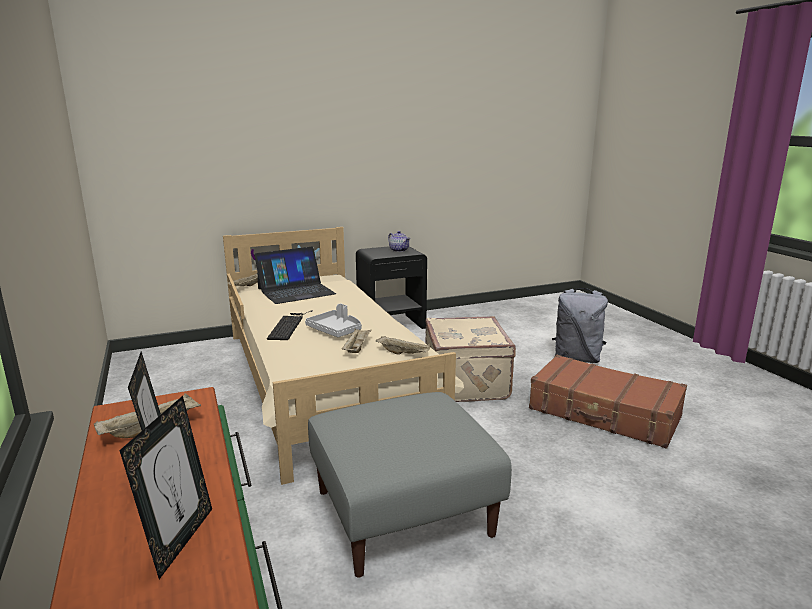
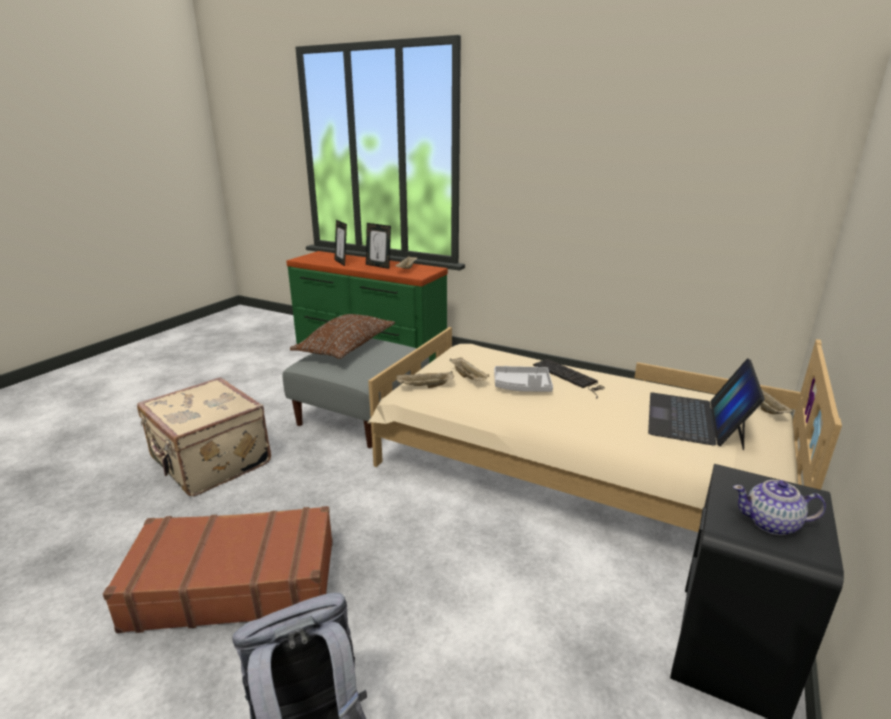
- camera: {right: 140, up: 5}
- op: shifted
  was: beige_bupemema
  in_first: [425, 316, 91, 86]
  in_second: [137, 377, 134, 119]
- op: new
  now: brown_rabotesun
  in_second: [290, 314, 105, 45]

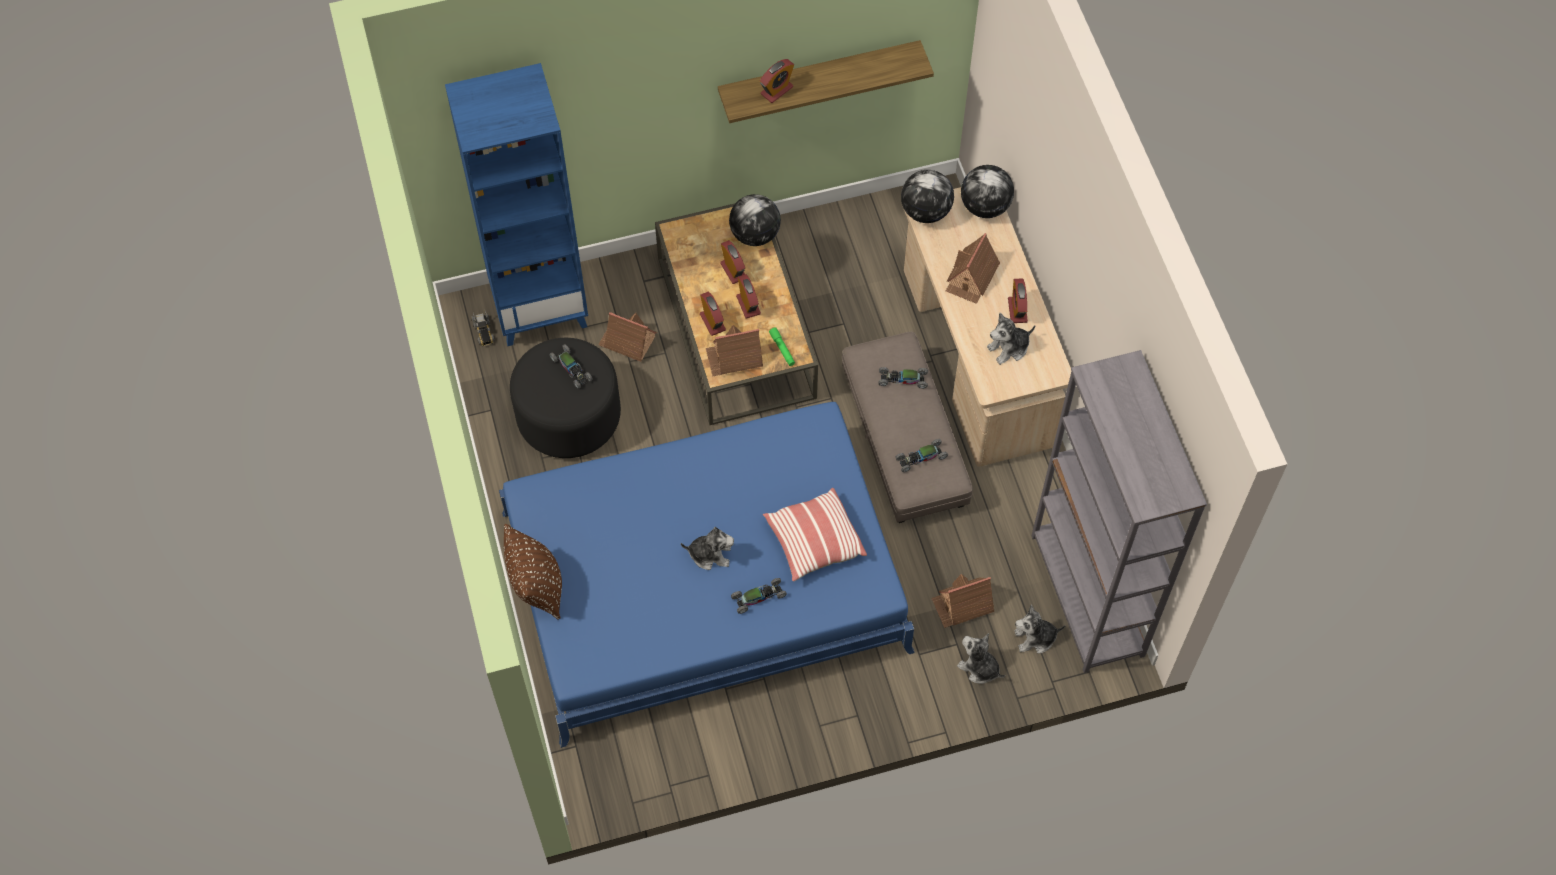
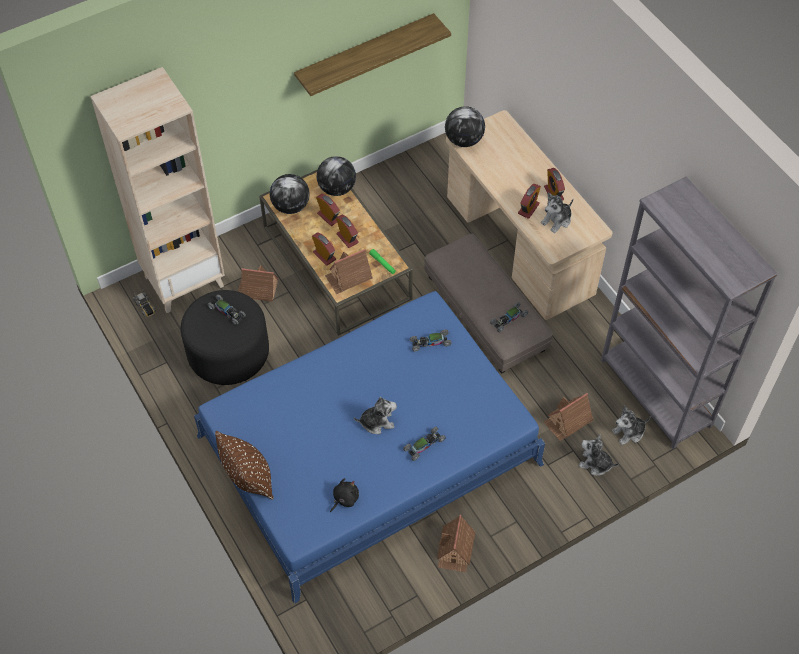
- camera: {right: -15, up: -5}
- op: repainted
  was: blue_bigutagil
  now: beige_bigutagil
  in_first: [445, 63, 143, 283]
  in_second: [90, 67, 135, 246]
- op: shifted
  was: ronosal
  in_first: [961, 165, 53, 53]
  in_second: [270, 174, 40, 40]
- op: new
  now: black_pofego
  in_second: [330, 478, 29, 34]
- op: shifted
  was: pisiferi
  in_first: [878, 367, 50, 22]
  in_second: [410, 330, 42, 21]
- op: shifted
  was: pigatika
  in_first: [946, 233, 54, 71]
  in_second: [437, 515, 38, 57]
- op: shifted
  was: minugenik
  in_first: [760, 59, 34, 44]
  in_second: [518, 184, 23, 35]
- op: gone
  was: rabotesun
  in_first: [763, 488, 104, 94]

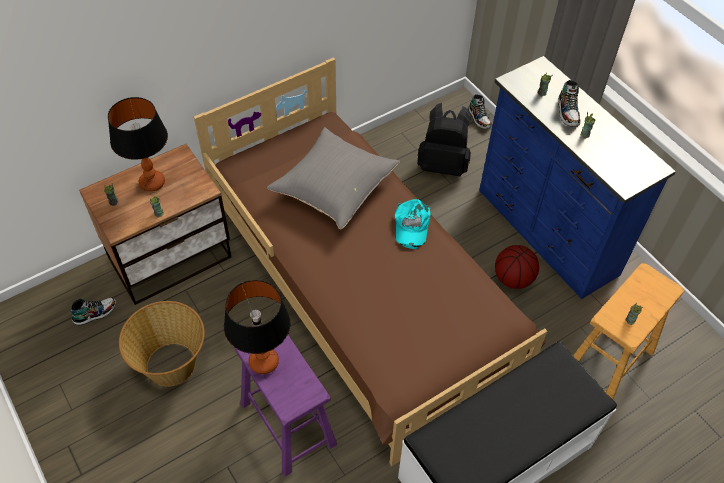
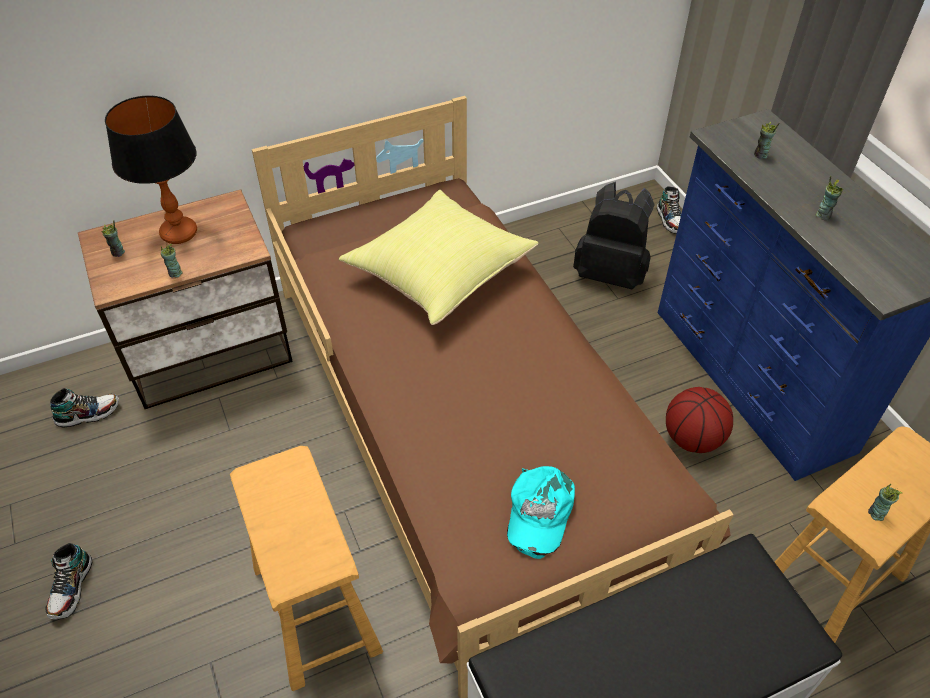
- camera: {right: 10, up: -5}
- op: shifted
  was: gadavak
  in_first: [558, 80, 22, 47]
  in_second: [45, 543, 47, 76]
- op: repainted
  was: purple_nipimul
  now: brown_nipimul
  in_first: [234, 335, 103, 142]
  in_second: [230, 446, 153, 245]
- op: repainted
  was: grey_rabotesun
  now: yellow_rabotesun
  in_first: [267, 127, 133, 102]
  in_second: [339, 190, 199, 135]
- op: shifted
  was: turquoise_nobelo
  in_first: [395, 199, 35, 50]
  in_second: [507, 466, 68, 93]
- op: gone
  was: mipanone
  in_first: [119, 301, 86, 85]
- op: gone
  was: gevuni
  in_first: [224, 280, 66, 94]

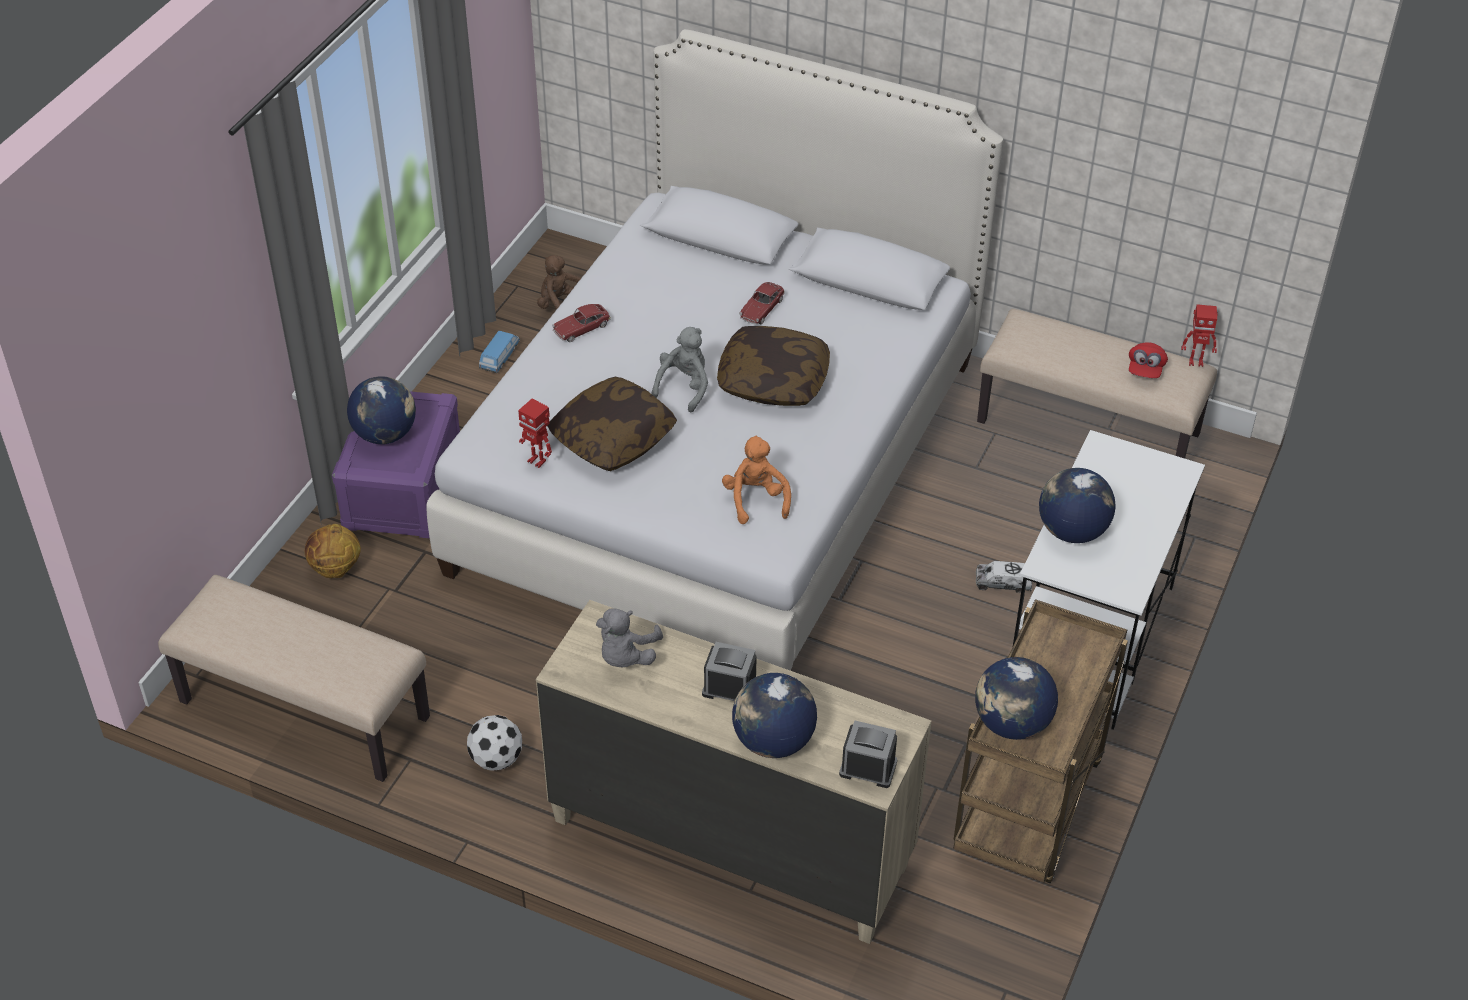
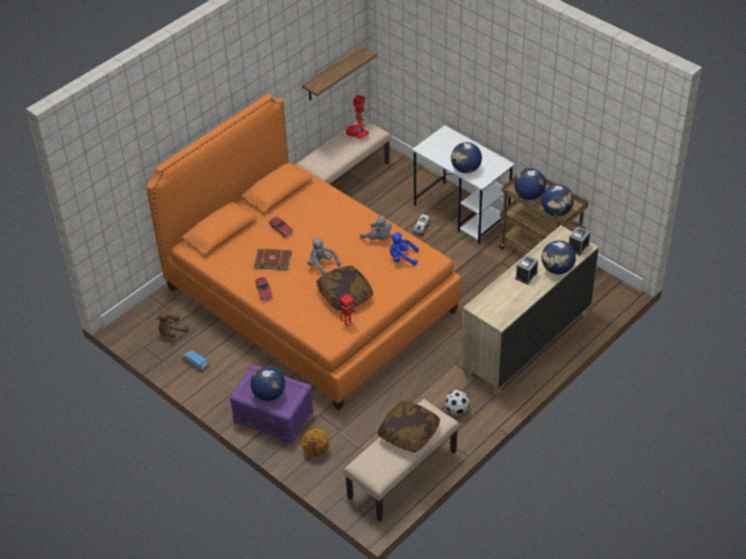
- camera: {right: -70, up: 0}
- op: repainted
  was: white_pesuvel
  now: orange_pesuvel
  in_first: [426, 29, 577, 642]
  in_second: [146, 94, 315, 317]
- op: new
  now: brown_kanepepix
  in_second: [254, 249, 38, 21]
- op: new
  now: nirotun
  in_second: [302, 46, 75, 54]
- op: shifted
  was: grey_pofego
  in_first: [596, 608, 67, 60]
  in_second: [360, 215, 32, 25]
- op: shifted
  was: rabotesun
  in_first: [717, 326, 113, 80]
  in_second: [377, 401, 63, 51]
- op: repainted
  was: orange_pofego
  now: blue_pofego
  in_first: [722, 435, 69, 89]
  in_second: [390, 232, 29, 34]
- op: new
  now: ronosal
  in_second: [514, 168, 32, 32]

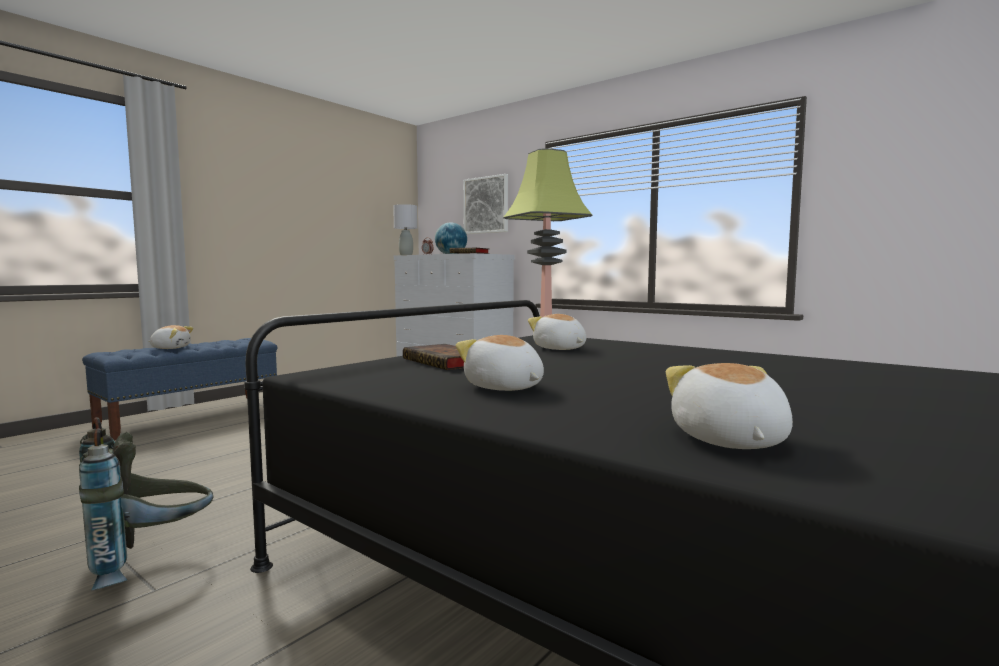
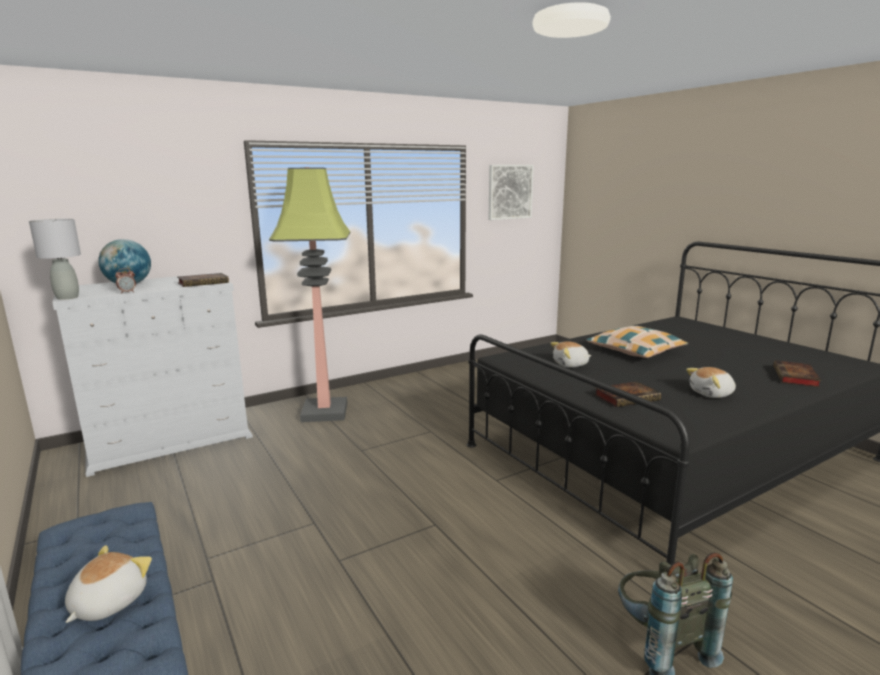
- camera: {right: -70, up: 10}
- op: shifted
  was: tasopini
  in_first: [463, 174, 45, 60]
  in_second: [488, 165, 46, 55]
- op: new
  now: rabotesun
  in_second: [586, 326, 102, 32]
- op: swapped
  was: pofego
  now: kanepepix
  in_first: [666, 363, 127, 86]
  in_second: [773, 360, 49, 27]

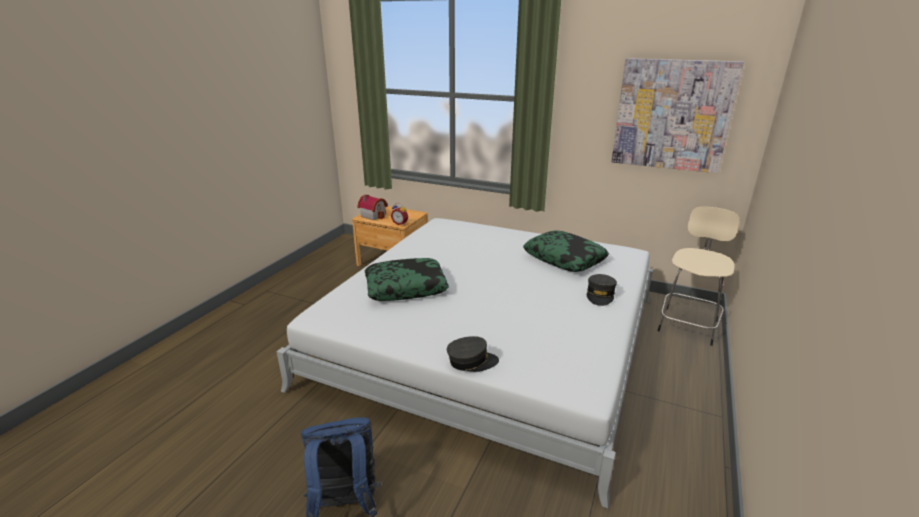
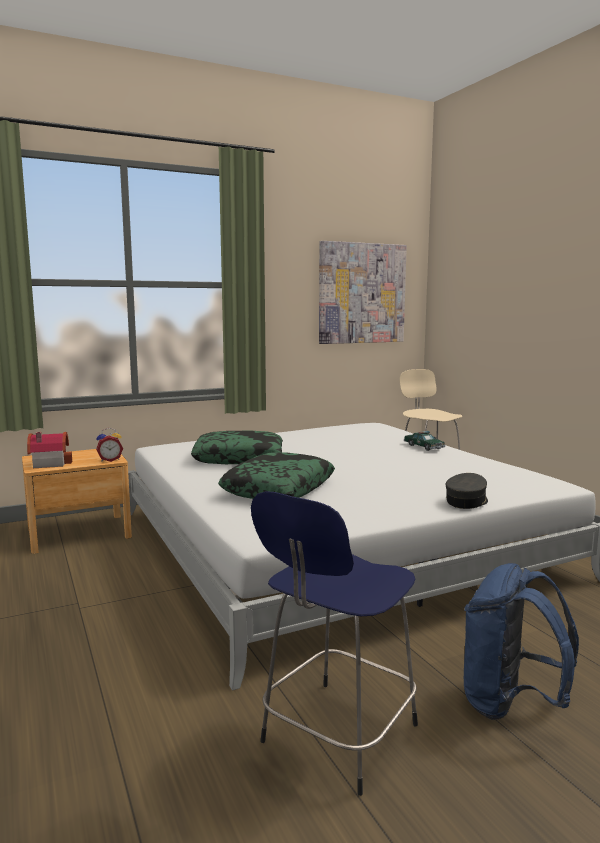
- camera: {right: -50, up: -15}
- op: shifted
  was: rabotesun
  in_first: [523, 231, 86, 41]
  in_second: [191, 431, 92, 33]
- op: new
  now: blue_nipimul
  in_second: [251, 491, 167, 305]
- op: swapped
  was: grey_nobelo
  now: pisiferi
  in_first: [587, 274, 30, 32]
  in_second: [404, 431, 42, 20]

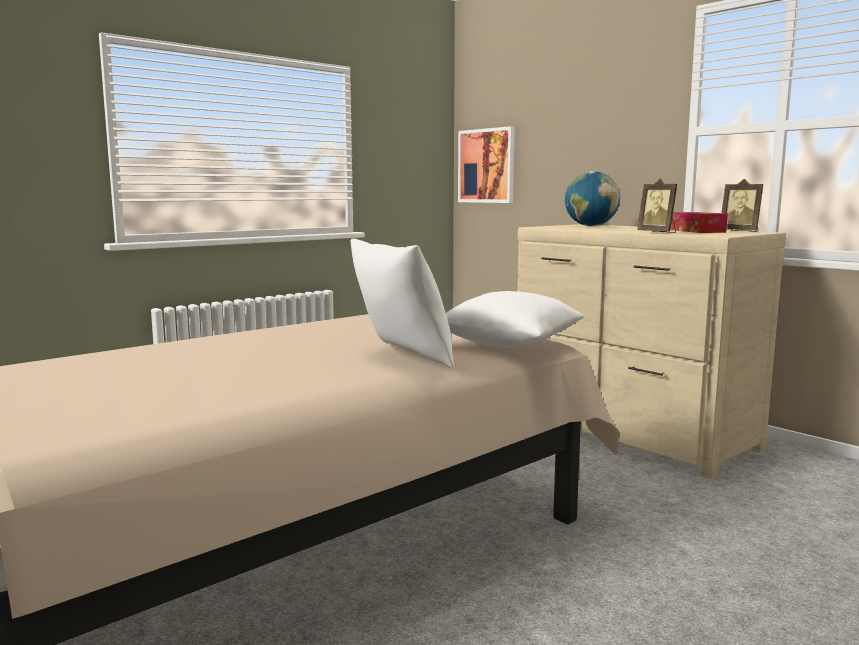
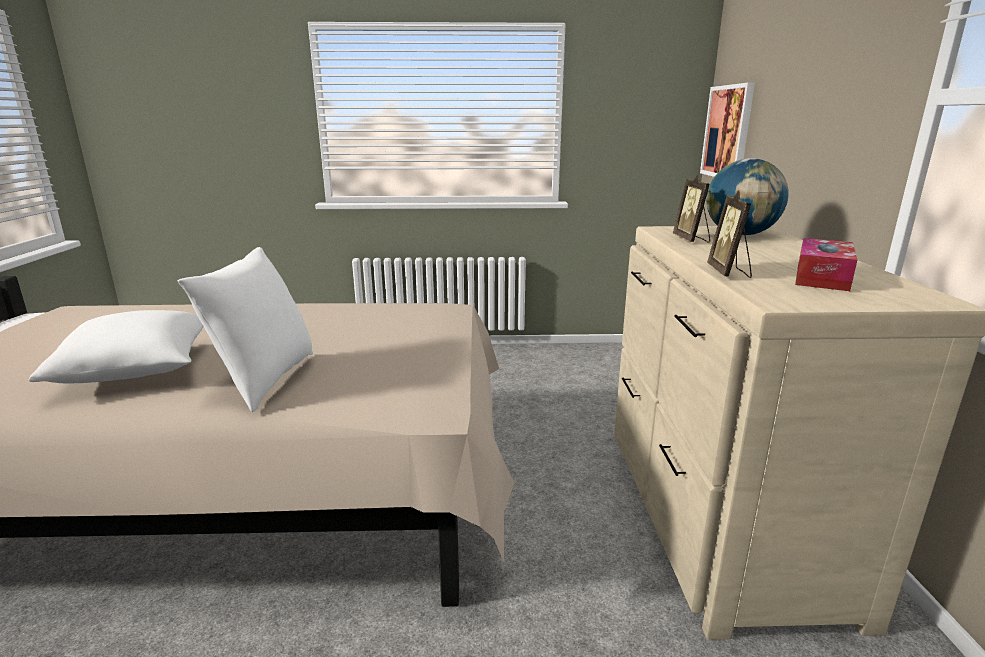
- camera: {right: 40, up: 10}
- op: shifted
  was: white_rabotesun
  in_first: [446, 291, 139, 56]
  in_second: [29, 310, 175, 73]
- op: shifted
  was: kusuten
  in_first: [721, 179, 42, 53]
  in_second: [673, 174, 37, 68]

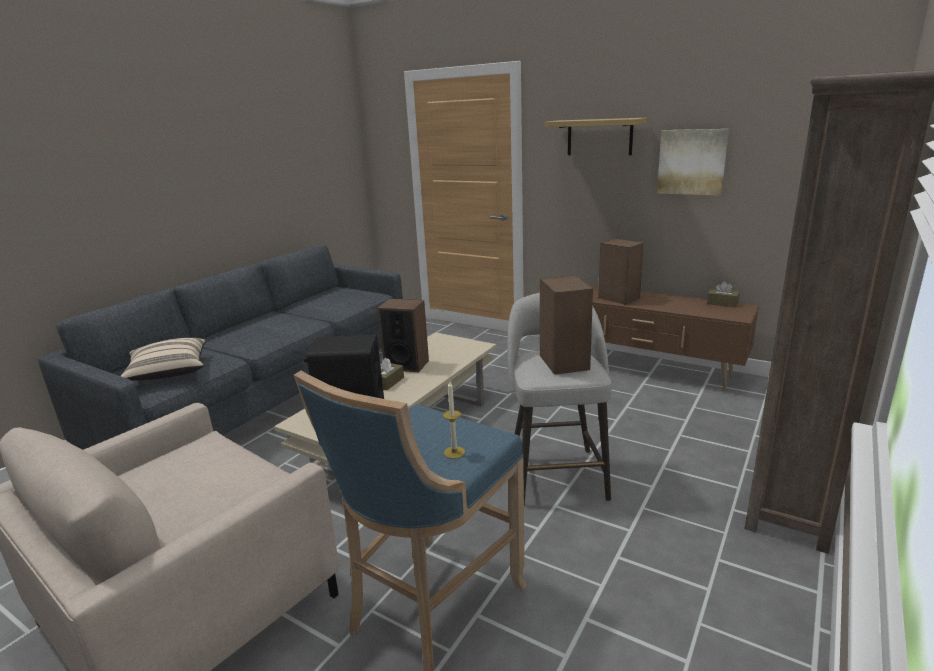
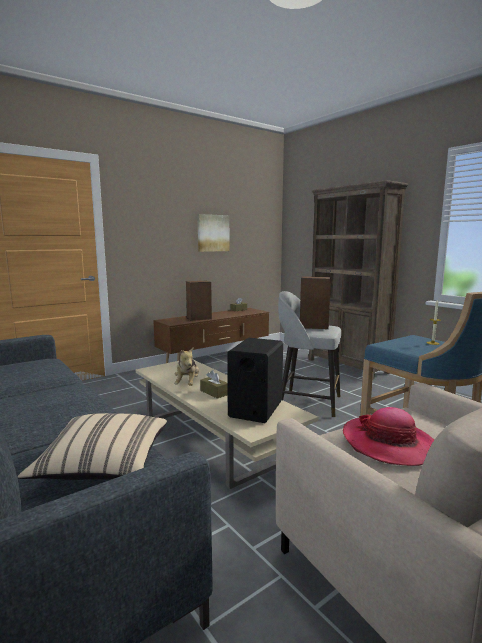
- camera: {right: -70, up: -10}
- op: swapped
  was: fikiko
  now: pofego
  in_first: [377, 299, 52, 73]
  in_second: [174, 348, 25, 38]
- op: new
  now: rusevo
  in_second: [343, 407, 91, 59]
- op: gone
  was: nirotun
  in_first: [545, 118, 102, 37]

